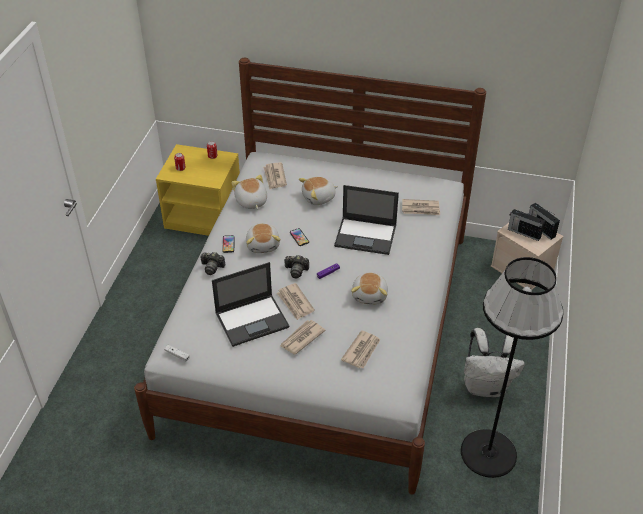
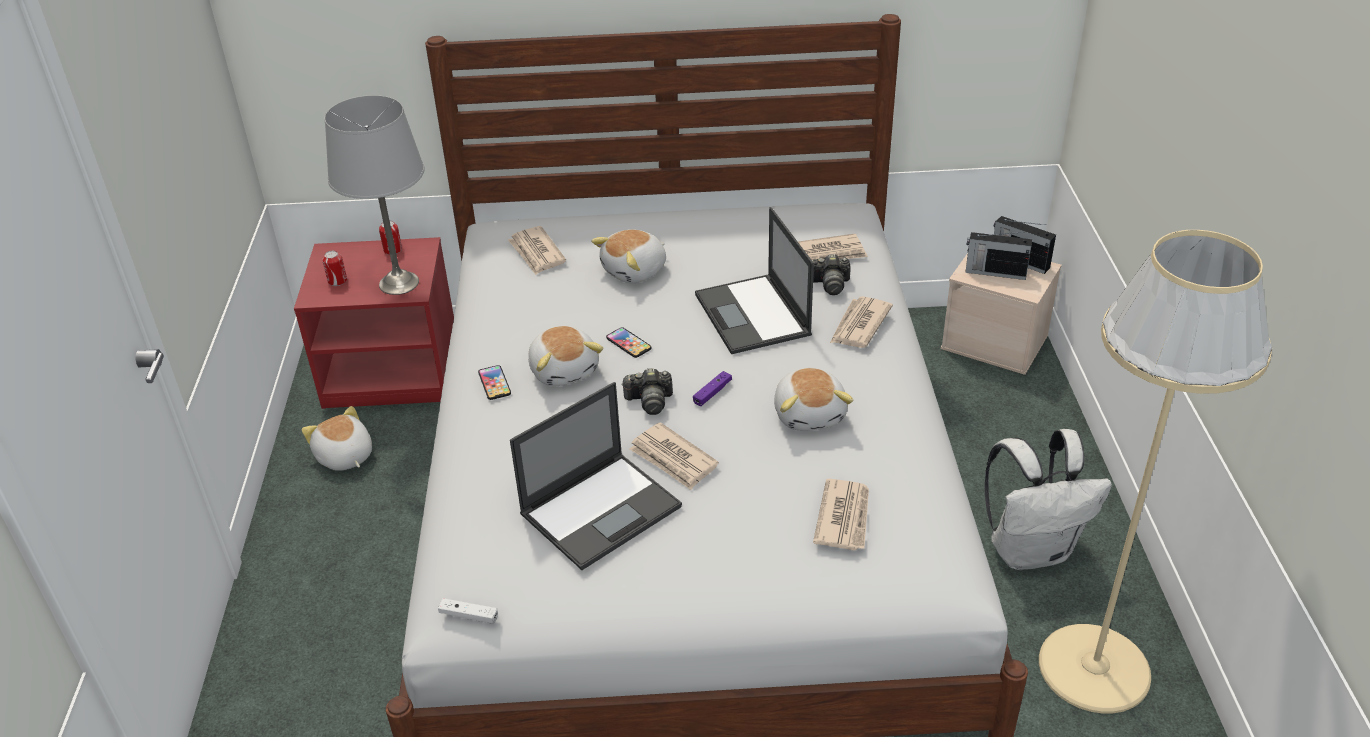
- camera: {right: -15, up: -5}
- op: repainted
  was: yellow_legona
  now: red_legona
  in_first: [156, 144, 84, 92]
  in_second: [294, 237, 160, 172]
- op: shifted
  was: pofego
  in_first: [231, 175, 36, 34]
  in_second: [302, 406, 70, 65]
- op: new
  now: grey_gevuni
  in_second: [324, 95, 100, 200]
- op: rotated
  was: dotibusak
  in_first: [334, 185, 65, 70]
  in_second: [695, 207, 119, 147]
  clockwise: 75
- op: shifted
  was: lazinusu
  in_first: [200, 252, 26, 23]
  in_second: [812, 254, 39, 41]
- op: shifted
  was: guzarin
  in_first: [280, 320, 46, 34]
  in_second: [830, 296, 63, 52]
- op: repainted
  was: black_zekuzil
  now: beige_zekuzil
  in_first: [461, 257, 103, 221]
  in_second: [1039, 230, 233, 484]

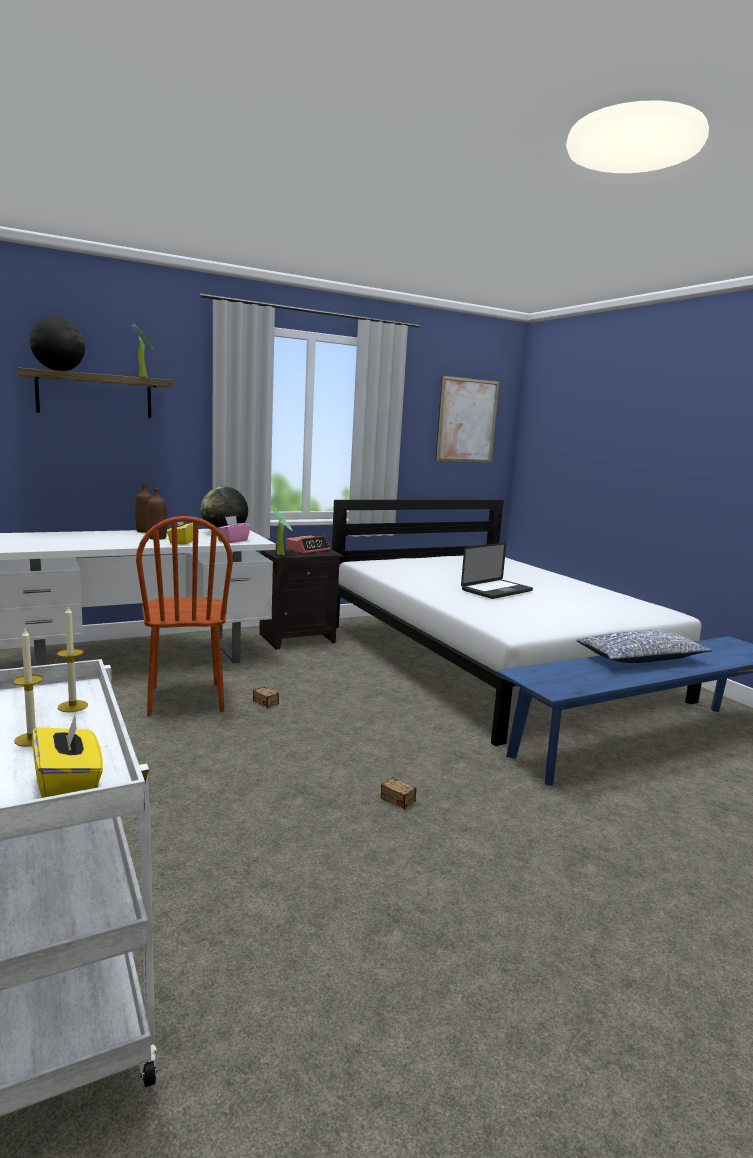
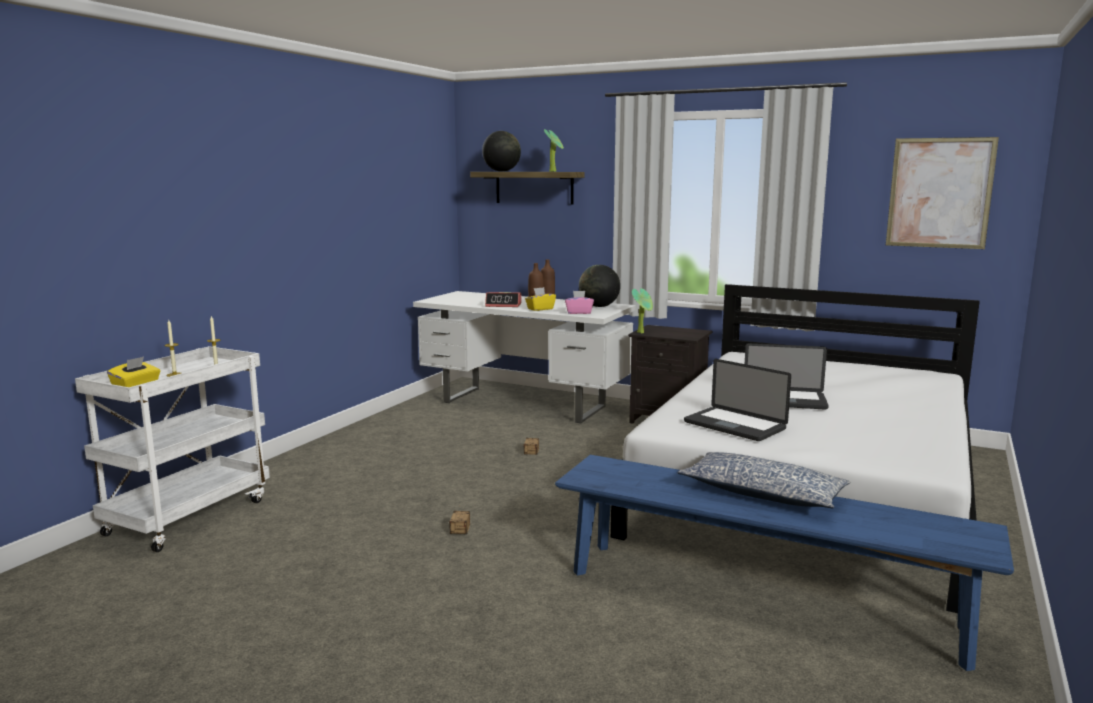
- camera: {right: 55, up: 0}
- op: shifted
  was: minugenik
  in_first: [286, 536, 44, 18]
  in_second: [485, 292, 37, 15]
- op: new
  now: dotibusak
  in_second: [684, 359, 107, 82]
- op: gone
  was: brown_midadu
  in_first: [136, 516, 97, 201]

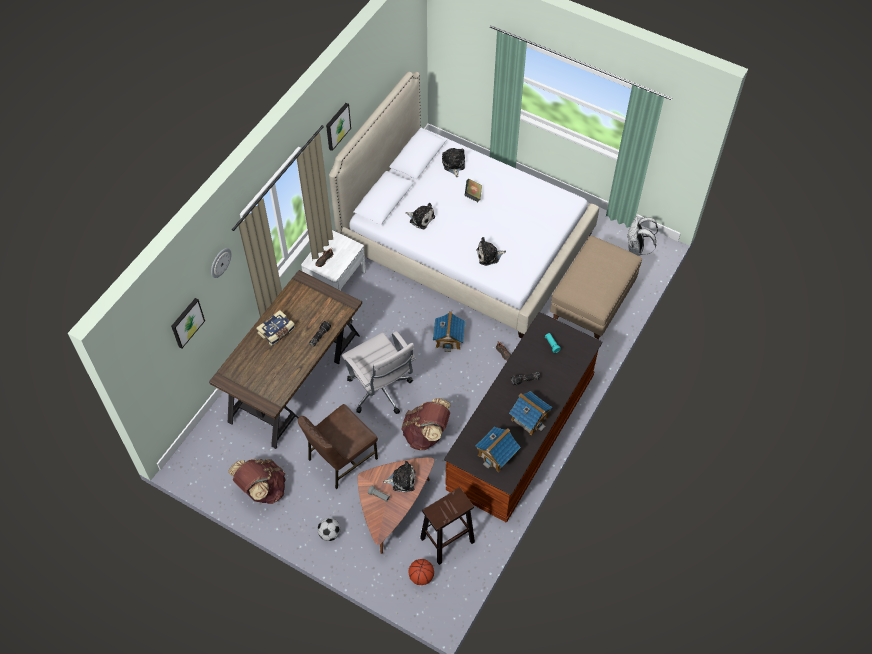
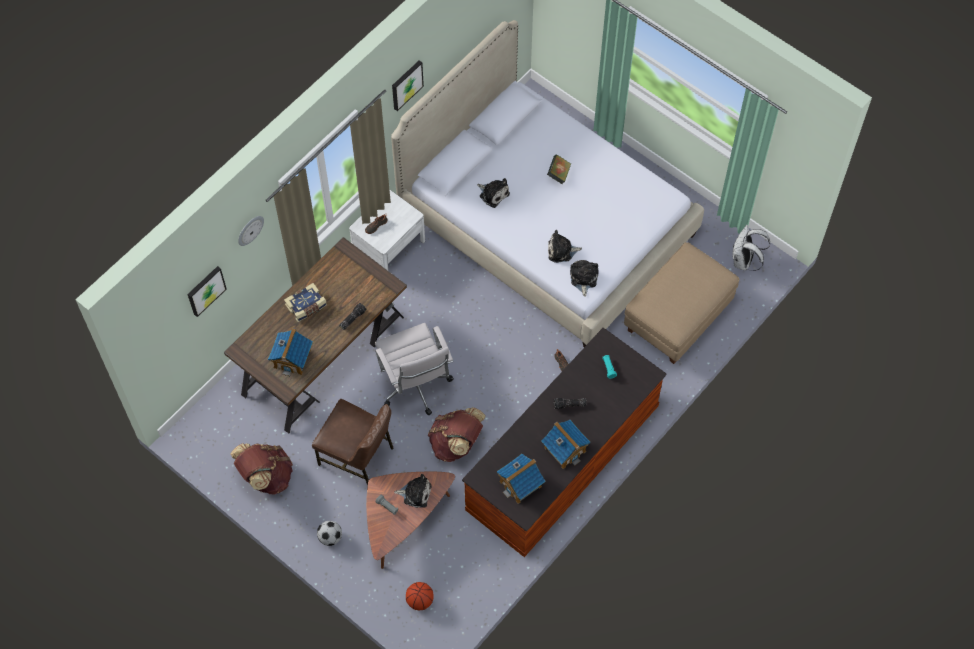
- camera: {right: 10, up: 5}
- op: shifted
  was: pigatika
  in_first: [433, 311, 32, 41]
  in_second: [268, 328, 45, 48]
- op: rotated
  was: brown_midadu
  in_first: [298, 404, 80, 85]
  in_second: [312, 399, 81, 86]
  clockwise: -120
- op: shifted
  was: pofego
  in_first: [442, 148, 23, 29]
  in_second: [570, 260, 28, 37]
- op: gone
  was: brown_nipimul
  in_first: [420, 487, 55, 78]

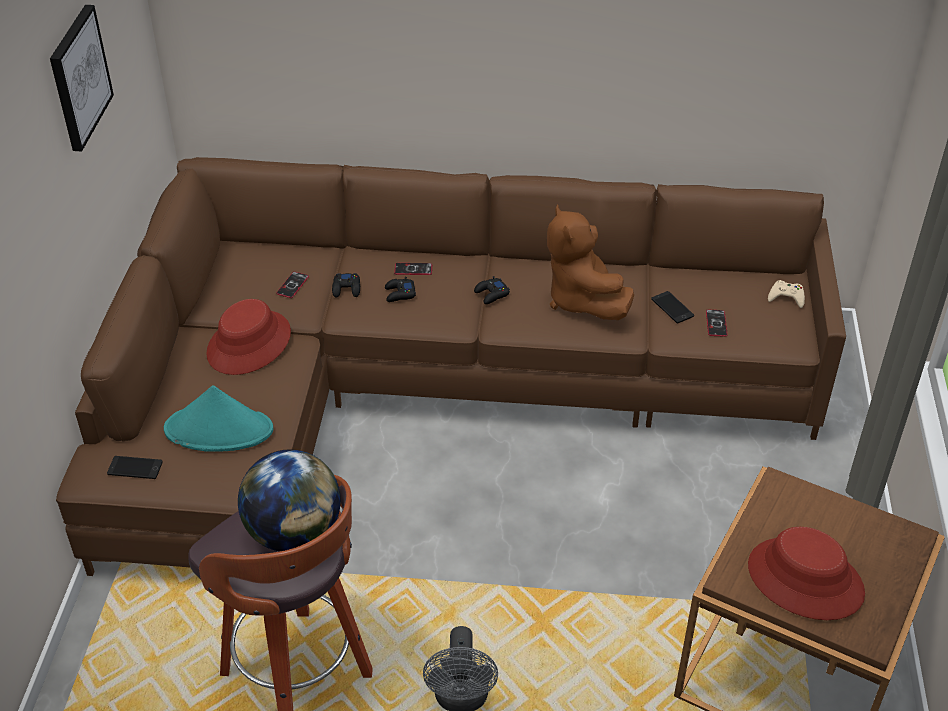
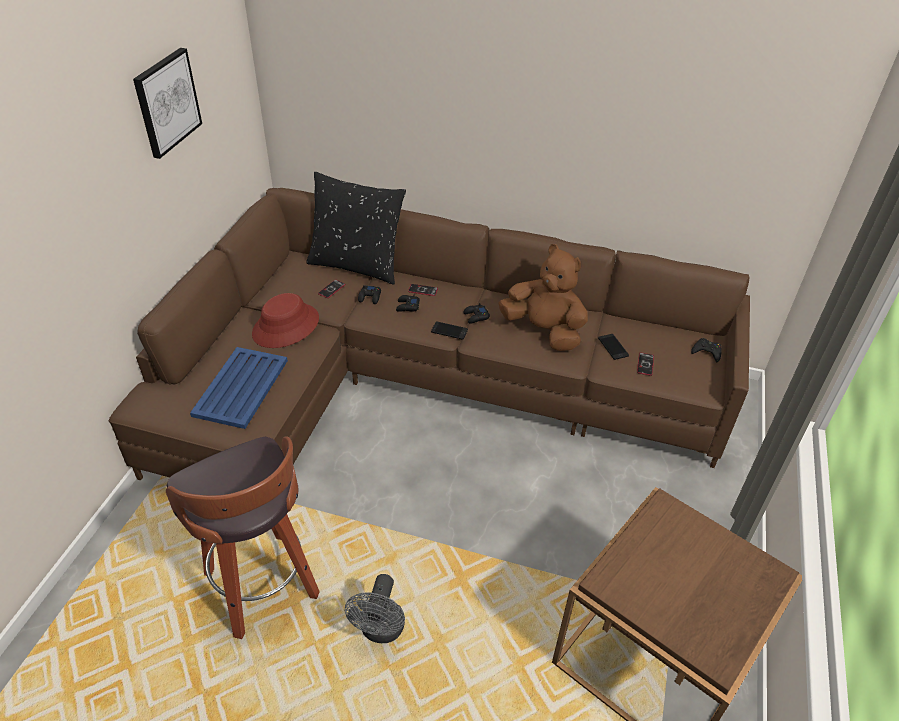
- camera: {right: 10, up: 0}
- op: swapped
  was: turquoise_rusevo
  now: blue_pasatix
  in_first: [164, 385, 109, 67]
  in_second: [190, 347, 98, 82]
- op: new
  now: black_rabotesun
  in_second: [306, 172, 100, 113]
- op: shifted
  was: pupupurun
  in_first: [107, 456, 56, 23]
  in_second: [431, 321, 37, 19]
- op: rotated
  was: brown_pofego
  in_first: [547, 204, 87, 116]
  in_second: [499, 244, 89, 107]
  clockwise: 135
- op: repainted
  was: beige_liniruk
  now: black_liniruk
  in_first: [768, 280, 37, 28]
  in_second: [691, 338, 31, 24]
- op: gone
  was: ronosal
  in_first: [238, 449, 103, 103]
- op: gone
  was: red_rusevo
  in_first: [748, 527, 117, 93]

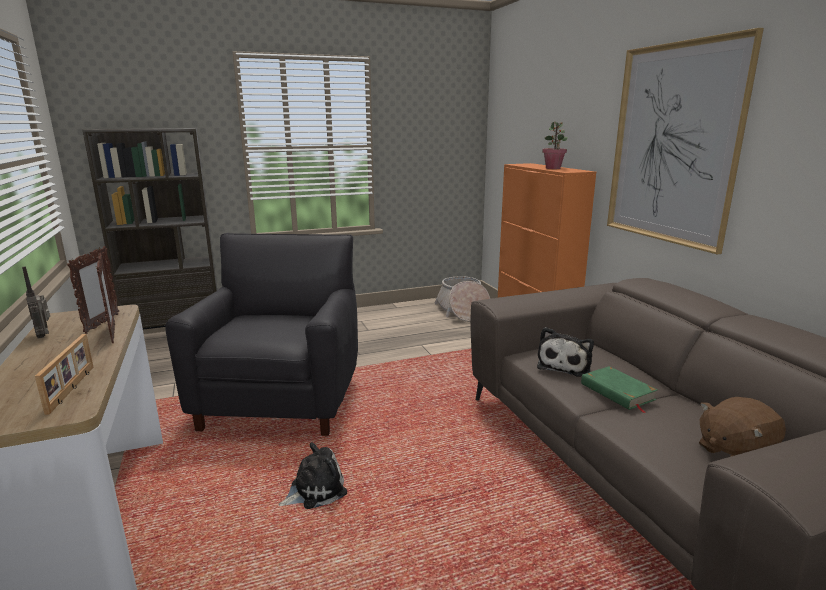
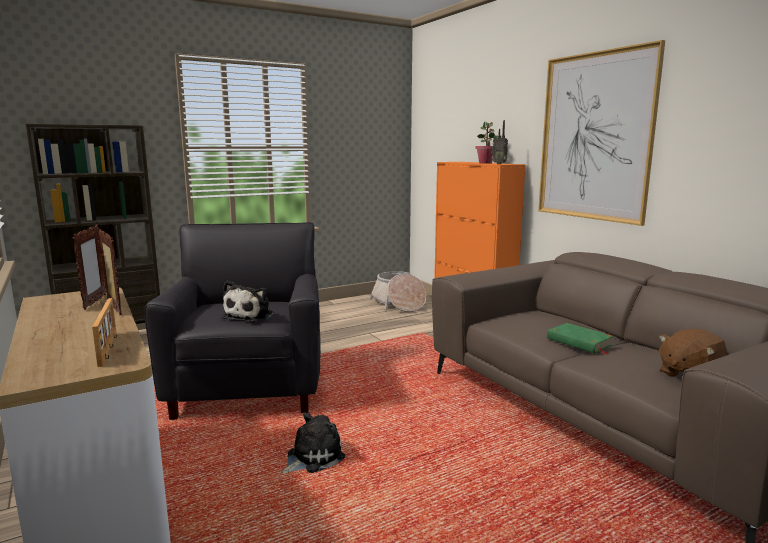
- camera: {right: -10, up: -5}
- op: shifted
  was: pofego
  in_first: [537, 327, 57, 49]
  in_second: [222, 281, 52, 41]
- op: shifted
  was: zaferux
  in_first: [22, 266, 28, 73]
  in_second: [491, 120, 17, 44]

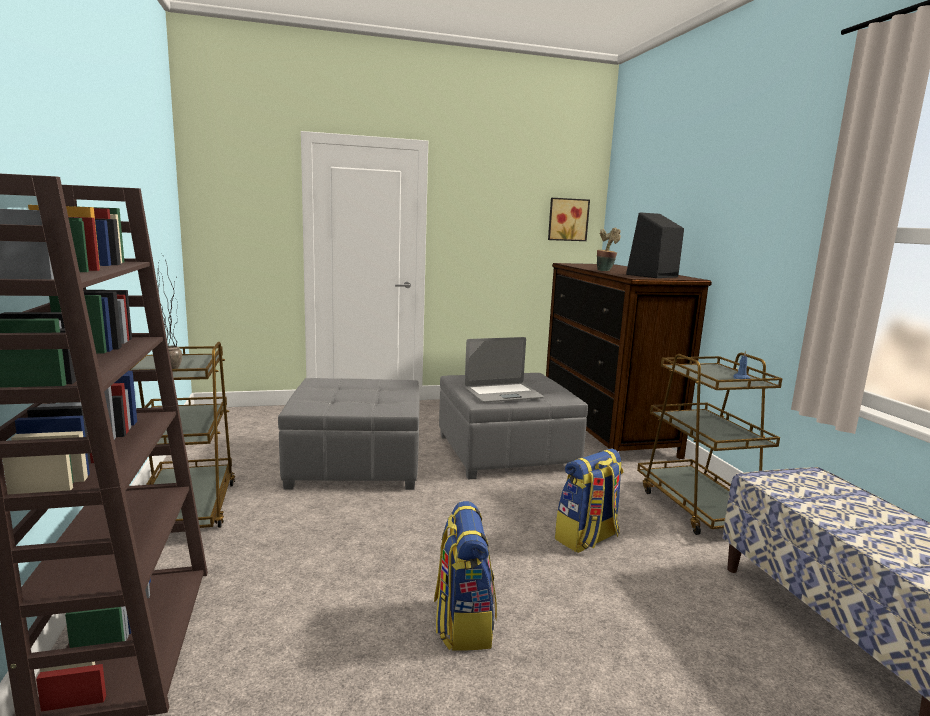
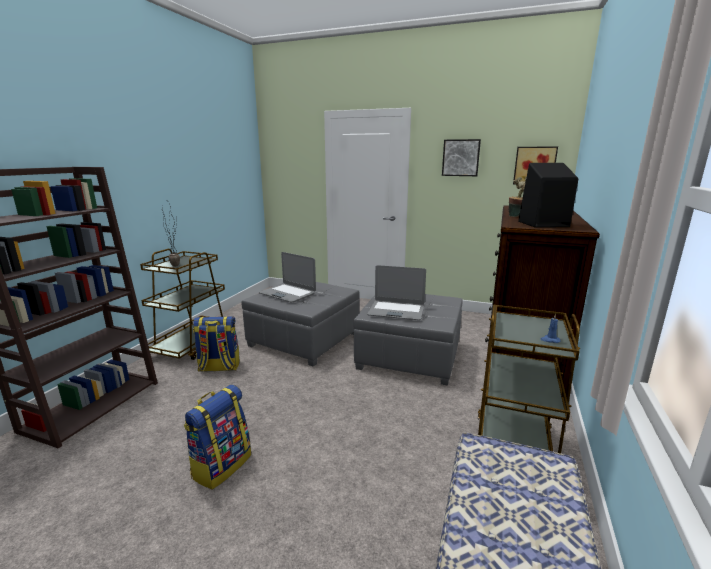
- camera: {right: 35, up: 5}
- op: shifted
  was: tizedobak
  in_first: [555, 448, 69, 105]
  in_second: [193, 316, 47, 56]
- op: new
  now: dotibusak
  in_second: [259, 252, 57, 50]
- op: new
  now: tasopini
  in_second: [442, 139, 39, 37]

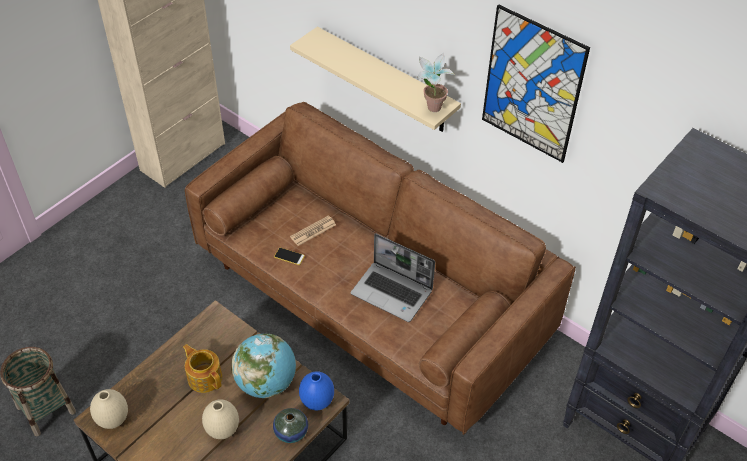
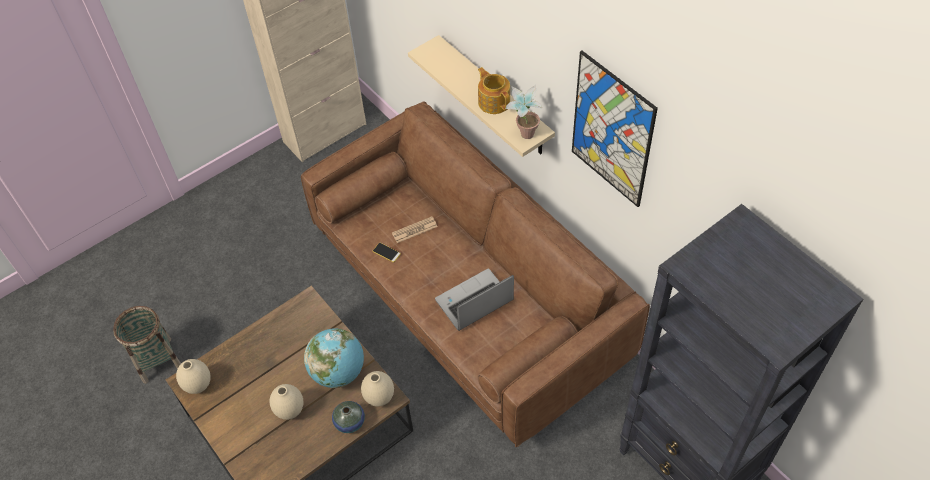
- camera: {right: 15, up: 5}
- op: repainted
  was: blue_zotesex
  now: beige_zotesex
  in_first: [299, 371, 35, 39]
  in_second: [361, 371, 33, 36]
- op: rotated
  was: dotibusak
  in_first: [351, 233, 84, 89]
  in_second: [435, 269, 79, 62]
  clockwise: 105
- op: shifted
  was: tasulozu
  in_first: [183, 344, 39, 49]
  in_second: [478, 67, 32, 47]

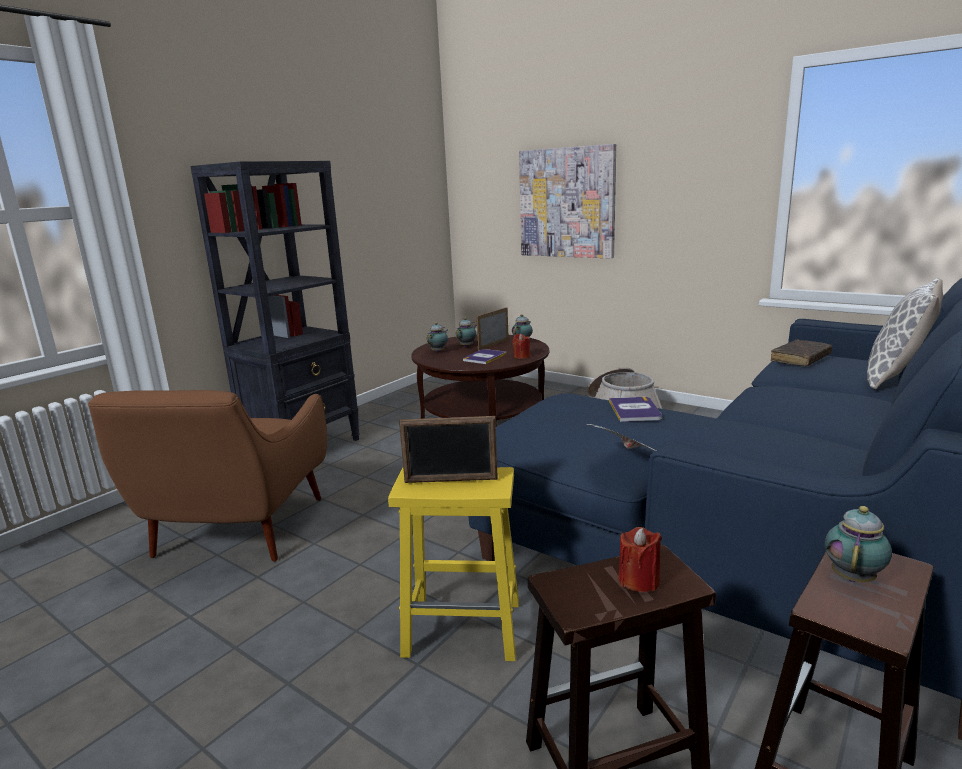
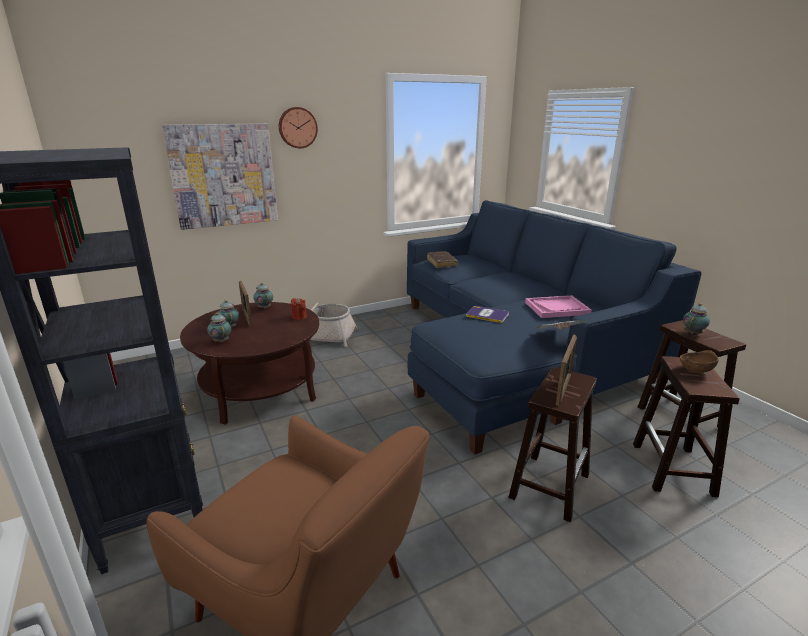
- camera: {right: -65, up: 5}
- op: new
  now: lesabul
  in_second: [279, 107, 39, 41]
- op: repainted
  was: yellow_nipimul
  now: brown_nipimul
  in_first: [388, 467, 131, 194]
  in_second: [508, 367, 89, 155]
- op: new
  now: pink_pasatix
  in_second: [525, 296, 67, 22]
- op: swapped
  was: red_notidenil
  now: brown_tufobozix
  in_first: [619, 527, 43, 65]
  in_second: [680, 350, 39, 23]
- op: rotated
  was: tasulozu
  in_first: [825, 506, 67, 76]
  in_second: [683, 303, 27, 31]
  clockwise: 75
- op: gone
  was: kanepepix
  in_first: [463, 349, 44, 15]
- op: gone
  was: rabotesun
  in_first: [867, 278, 76, 111]

